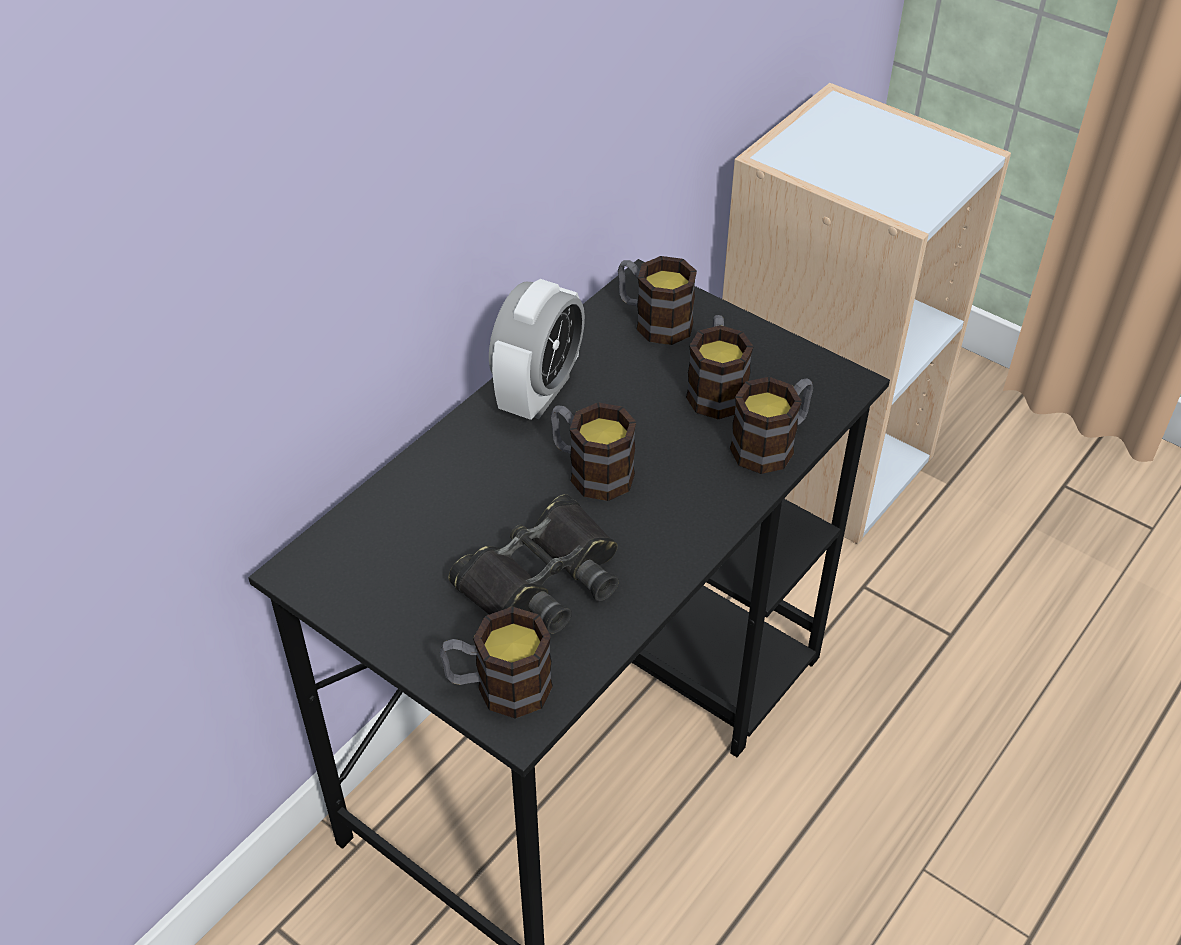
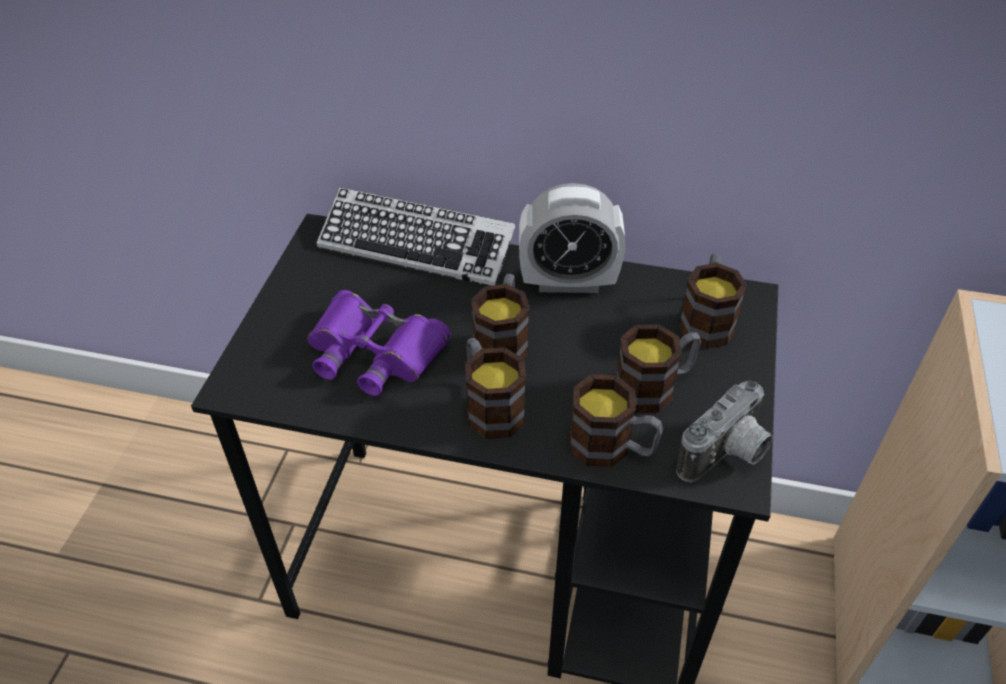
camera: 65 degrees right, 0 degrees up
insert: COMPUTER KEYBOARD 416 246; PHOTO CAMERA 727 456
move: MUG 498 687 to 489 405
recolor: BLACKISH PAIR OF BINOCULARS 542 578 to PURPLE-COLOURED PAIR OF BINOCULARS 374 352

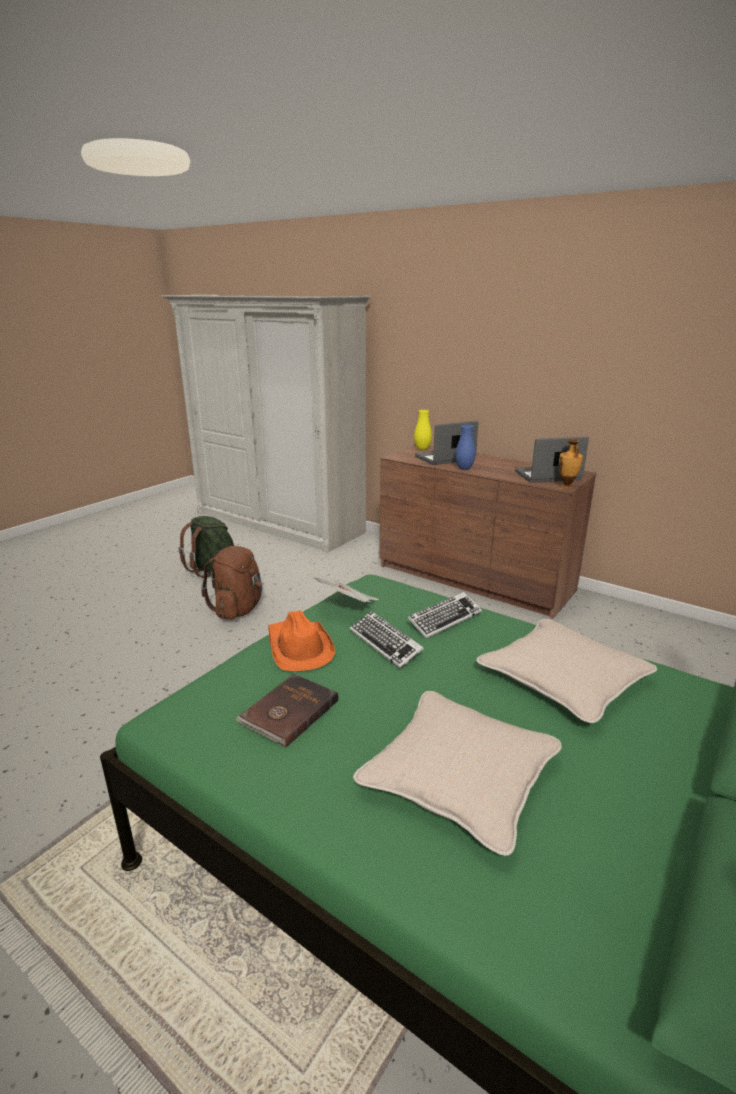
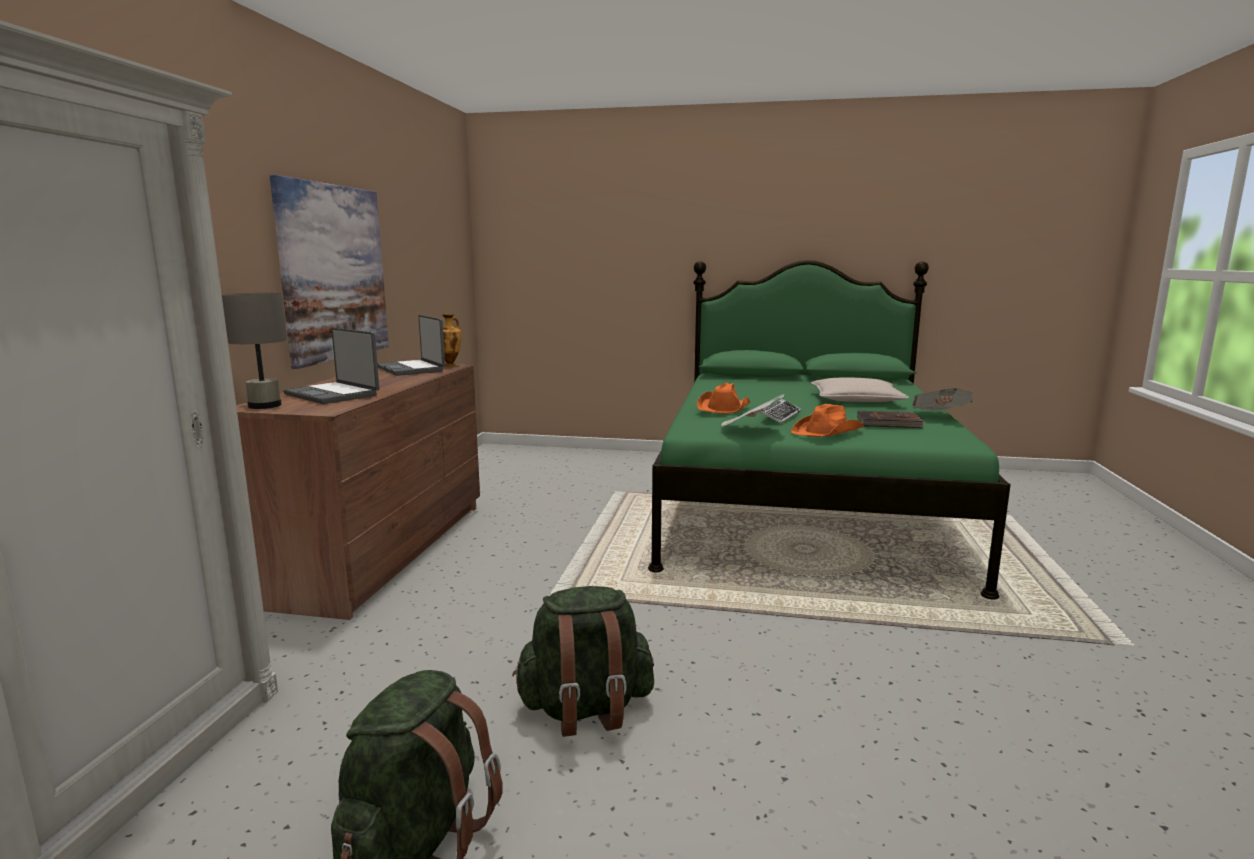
camera: 115 degrees left, 10 degrees down
delete: BLUE DECORATIVE VASE 464 468; BEIGE PILLOW 563 677
insert: PICTURE 334 273; NEWSPAPER 939 416
replace: YELLOWISH DECORATIVE VASE 422 449 to GREY TABLETOP LAMP 265 406; COMPUTER KEYBOARD 444 619 to ORANGEY CLOTHING HAT 723 408
recolor: BROWN KNAPSACK 238 609 to GREENISH KNAPSACK 586 709

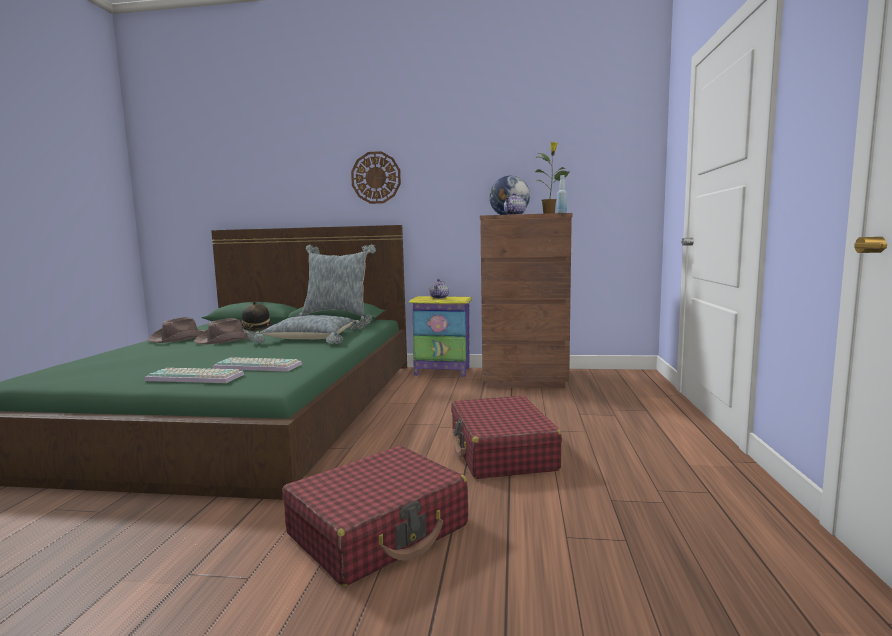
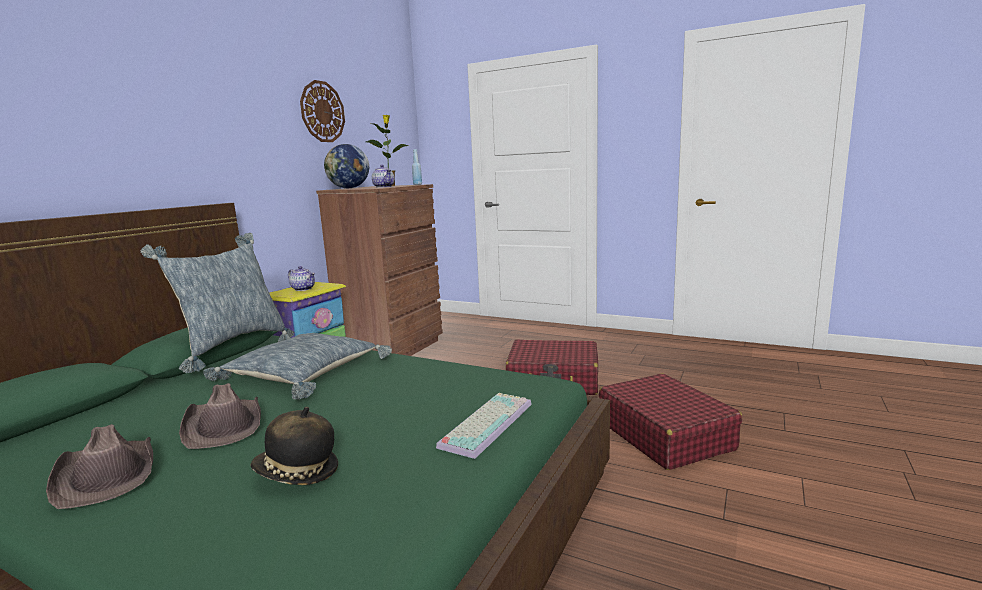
camera: 70 degrees left, 5 degrees up
delete: COMPUTER KEYBOARD 259 366
move: CLOTHING HAT 256 328 to 297 473; WALL CLOCK 376 177 to 322 112

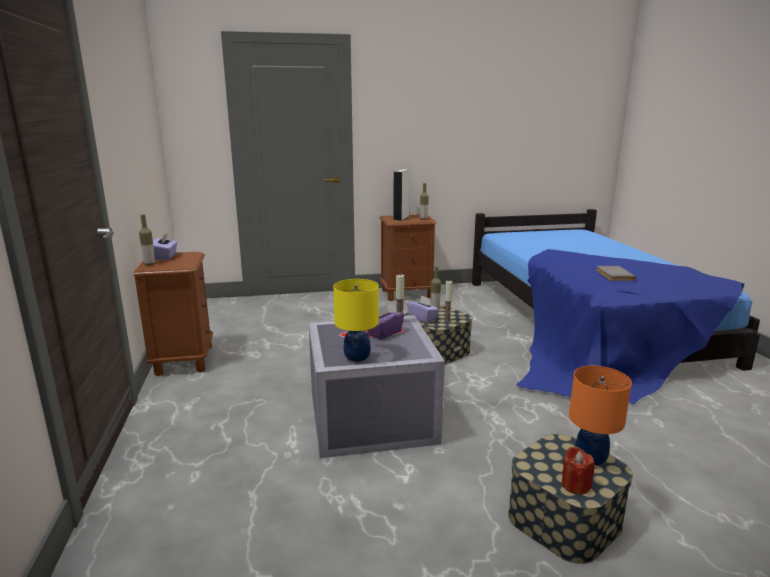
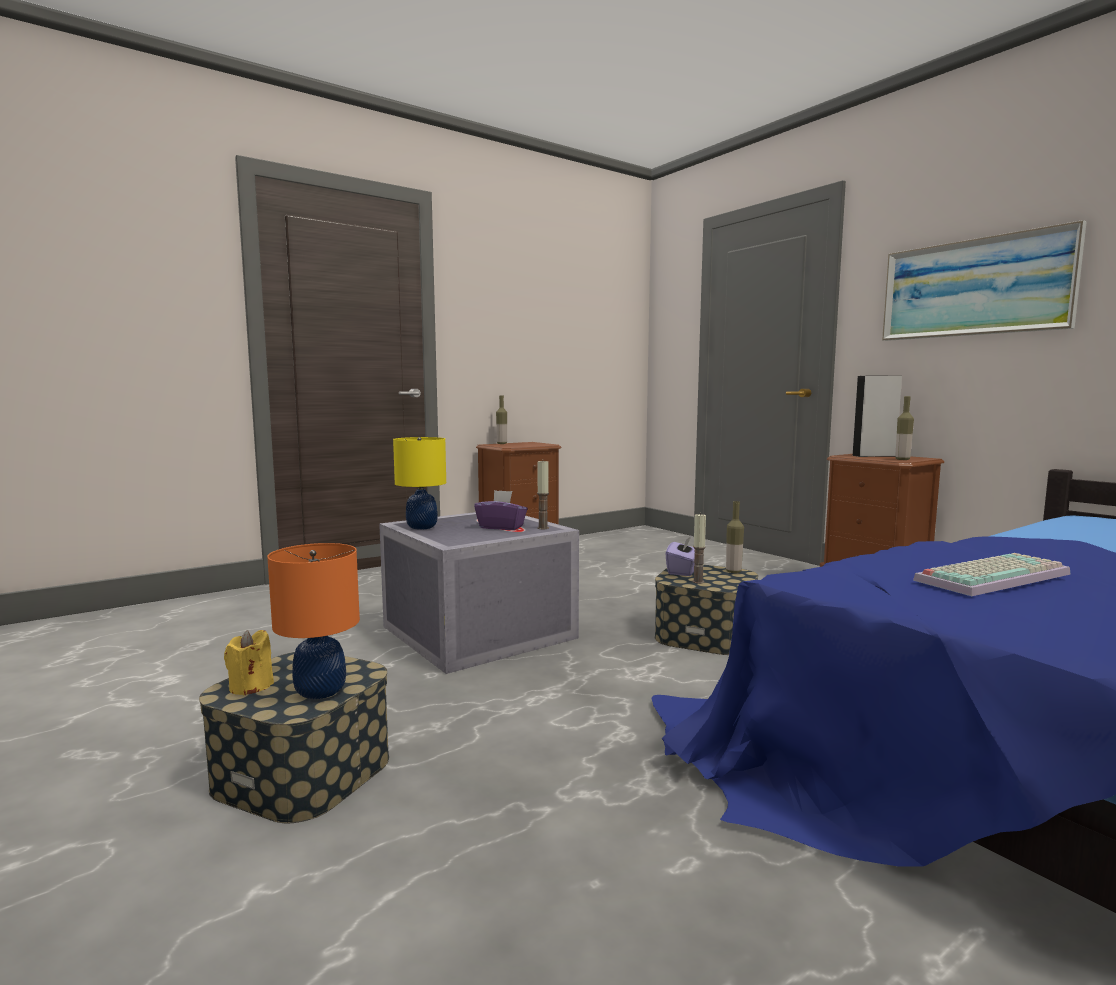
camera: 65 degrees right, 10 degrees down
delete: PURPLE-COLOURED BOX OF TISSUES 165 257
insert: PICTURE 974 288
replace: GREY BOOK 613 275 to COMPUTER KEYBOARD 991 576
recolor: RED-COLOURED WAX LIGHT 575 485 to YELLOWISH WAX LIGHT 251 686

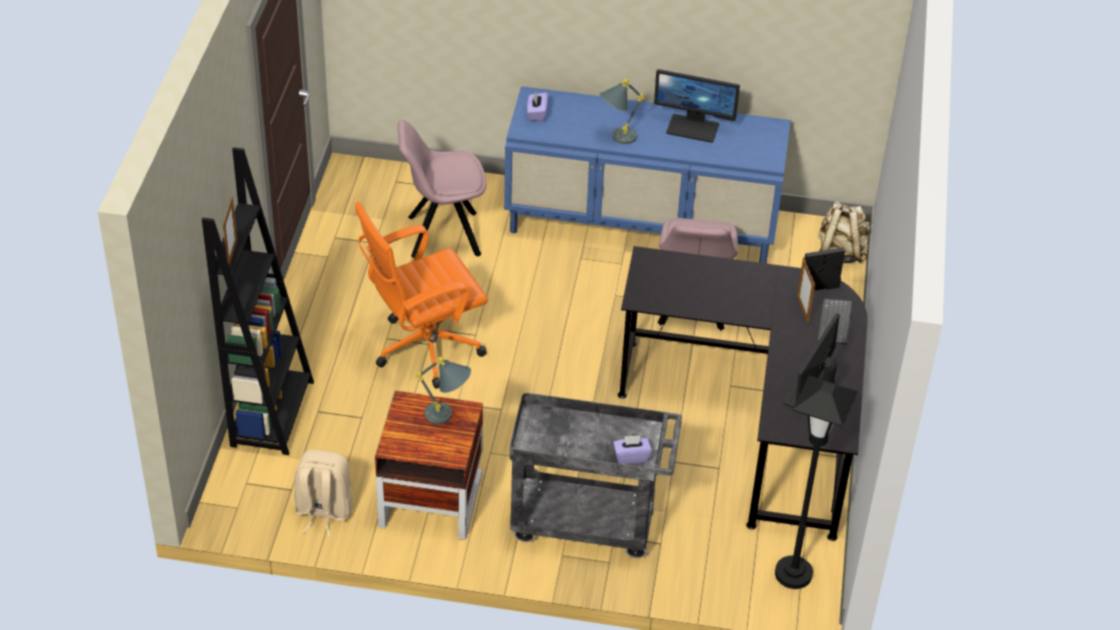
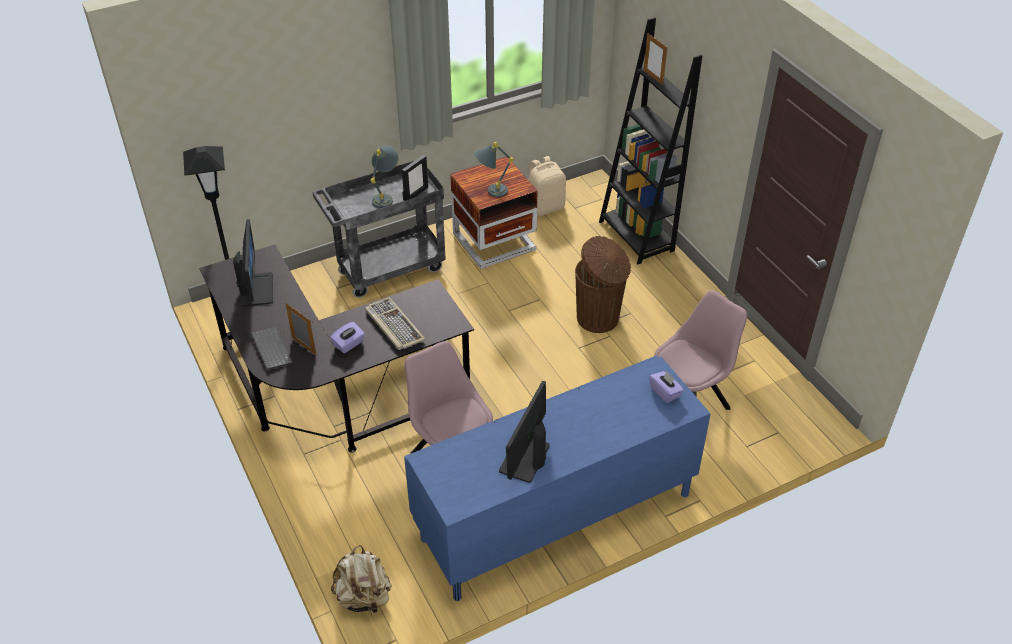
camera: 145 degrees right, 0 degrees up
insert: COMPUTER KEYBOARD 393 325
move: PURPLE-COLOURED BOX OF TISSUES 631 457 to 349 344; GREY TABLETOP LAMP 616 139 to 386 197; PHOTO FRAME 819 288 to 415 193
replace: ORANGEY DESK CHAIR 423 350 to BROWN WASTE BIN 599 318
rotate: COMPUTER DISPLAY 693 128 = 525 459 45 degrees counterclockwise

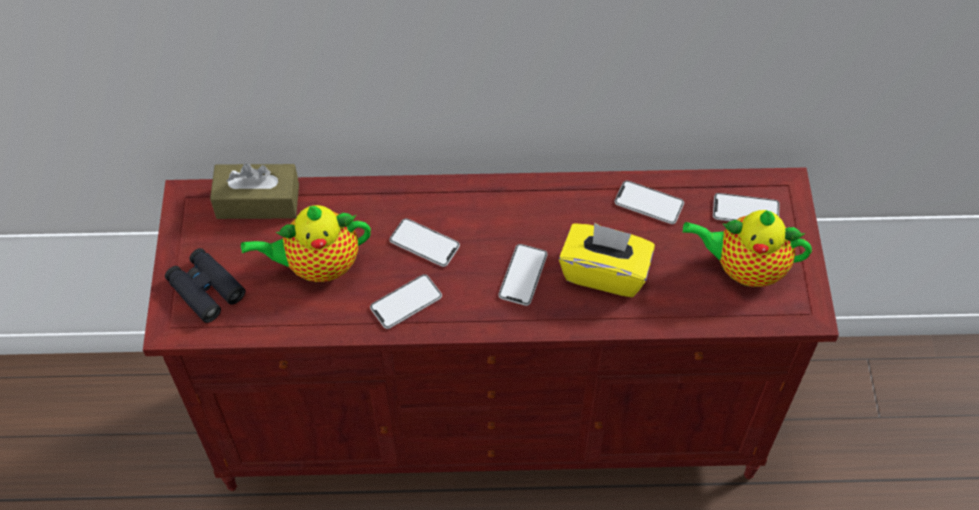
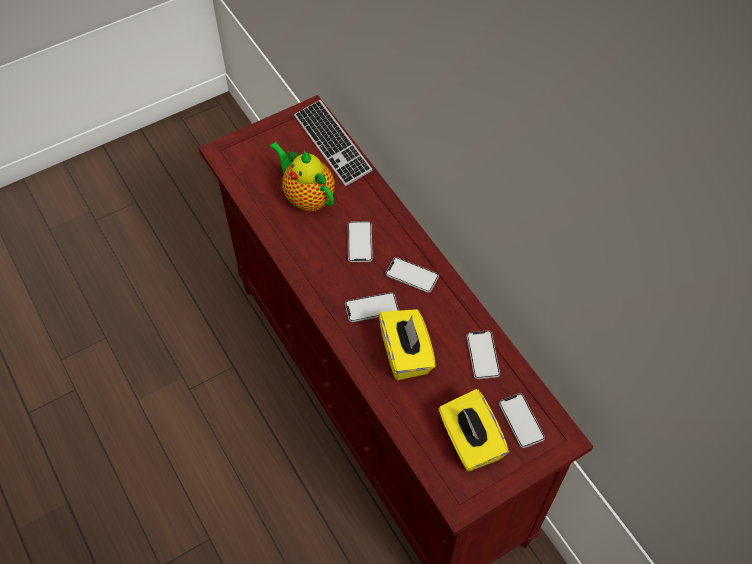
camera: 60 degrees right, 0 degrees up
delete: BLACKISH PAIR OF BINOCULARS 206 289
move: PHONE 406 302 to 412 275
replace: BROWN BOX OF TISSUES 258 201 to COMPUTER KEYBOARD 332 144; TEA POT 744 268 to YELLOWISH BOX OF TISSUES 469 441

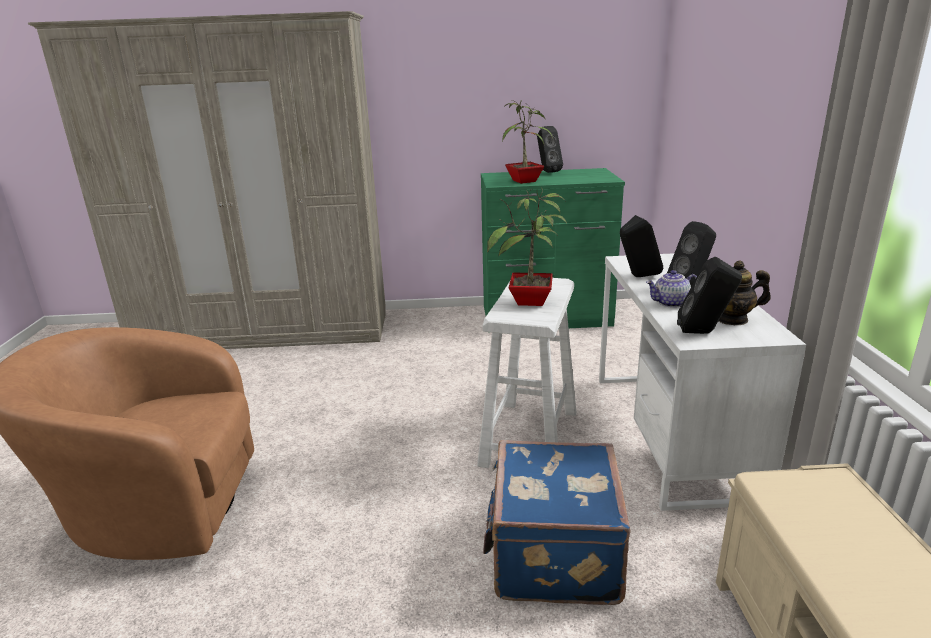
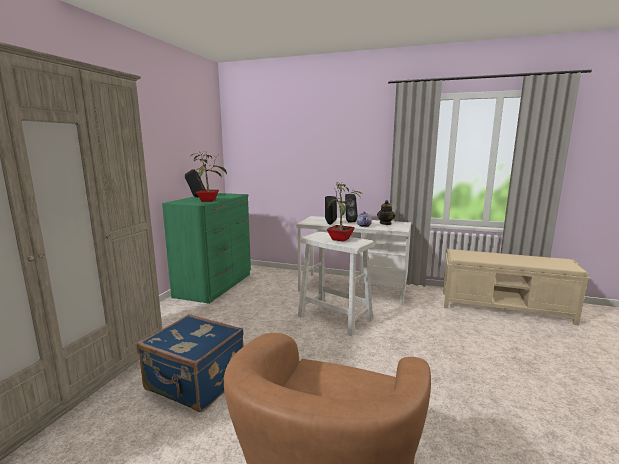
camera: 70 degrees left, 10 degrees down
delete: BLACKISH SPEAKER 704 333
move: BLUE SUITCASE 552 554 to 195 383

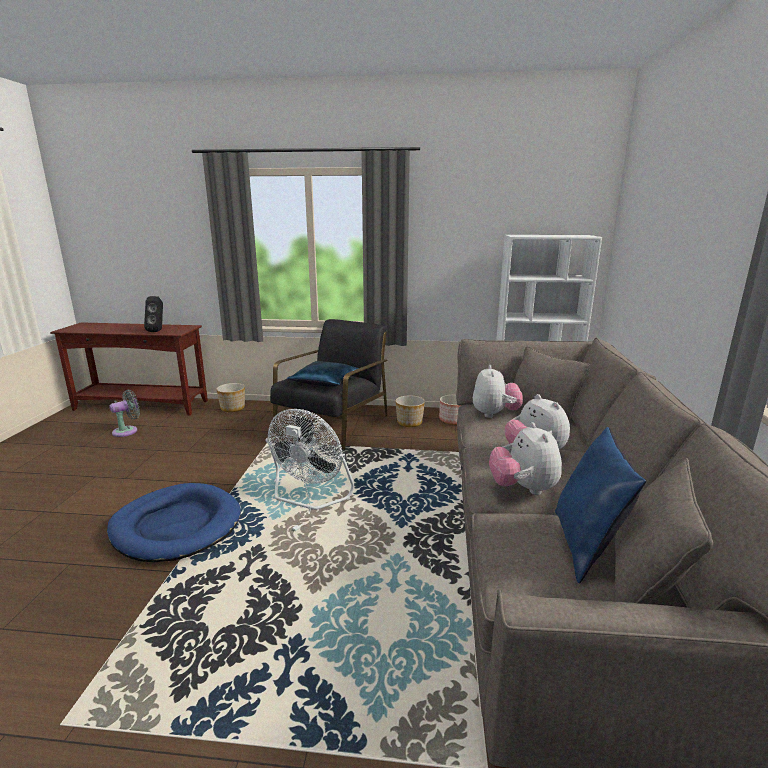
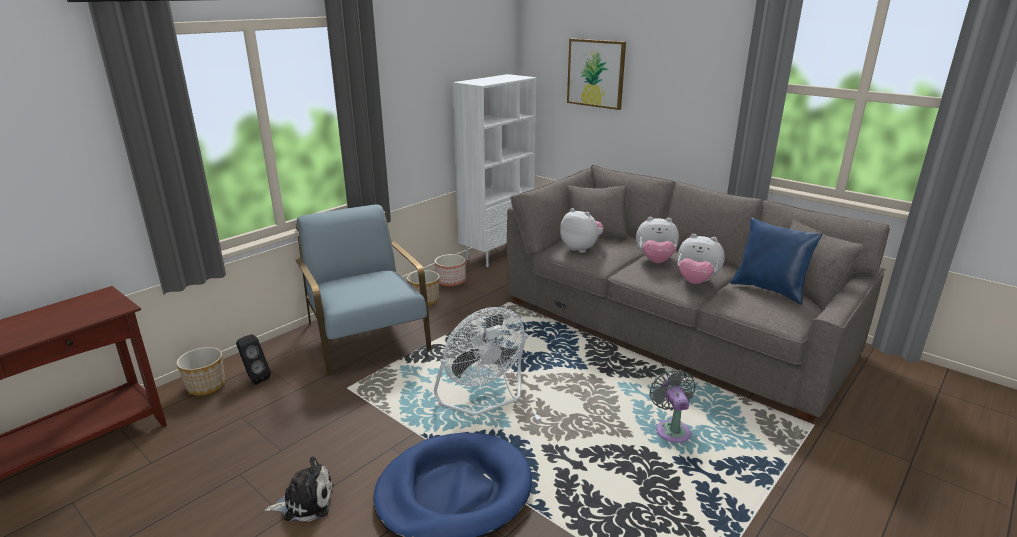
camera: 55 degrees left, 5 degrees up
delete: BLUE PILLOW 325 381
insert: SOFT TOY 305 502; PICTURE 596 73
move: BLACKISH SPEAKER 158 331 to 254 378; GREY FAN 128 431 to 671 429
recolor: BLACKISH ARMCHAIR 333 425 to BLUE ARMCHAIR 367 337

